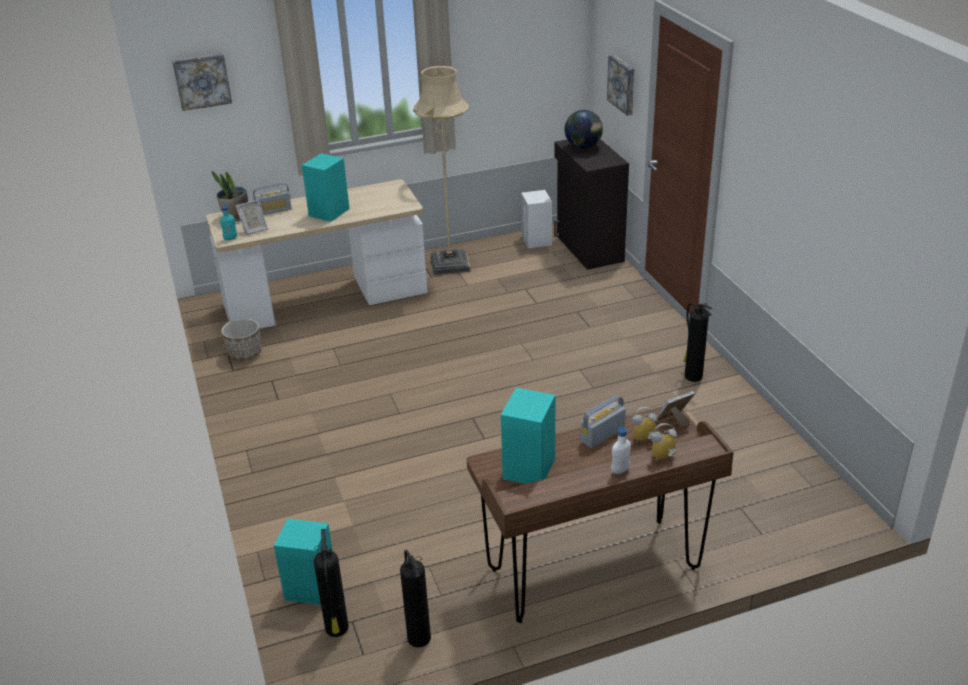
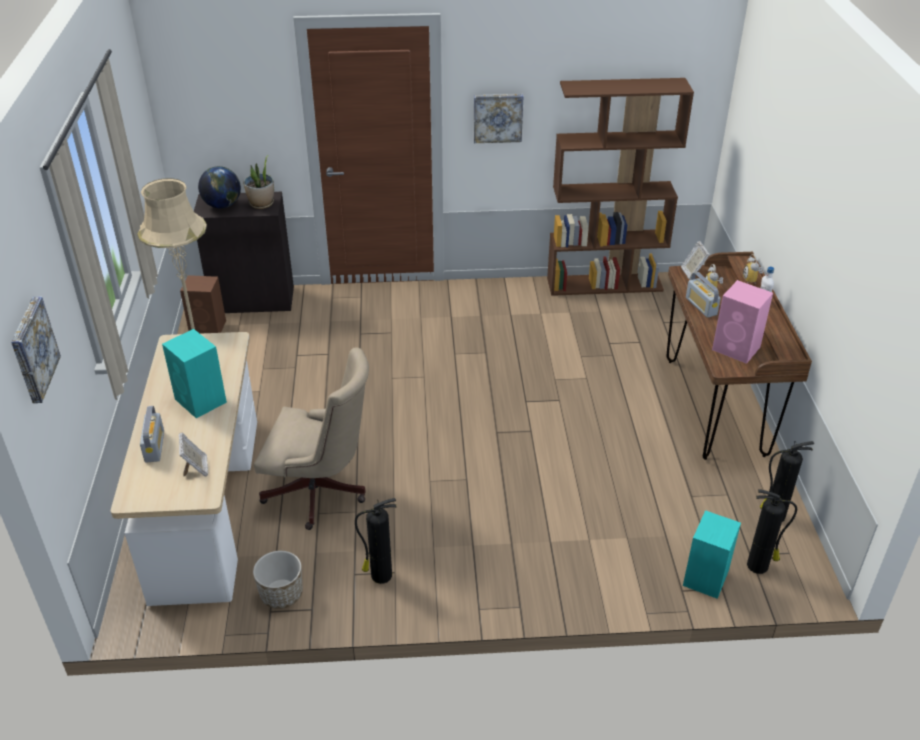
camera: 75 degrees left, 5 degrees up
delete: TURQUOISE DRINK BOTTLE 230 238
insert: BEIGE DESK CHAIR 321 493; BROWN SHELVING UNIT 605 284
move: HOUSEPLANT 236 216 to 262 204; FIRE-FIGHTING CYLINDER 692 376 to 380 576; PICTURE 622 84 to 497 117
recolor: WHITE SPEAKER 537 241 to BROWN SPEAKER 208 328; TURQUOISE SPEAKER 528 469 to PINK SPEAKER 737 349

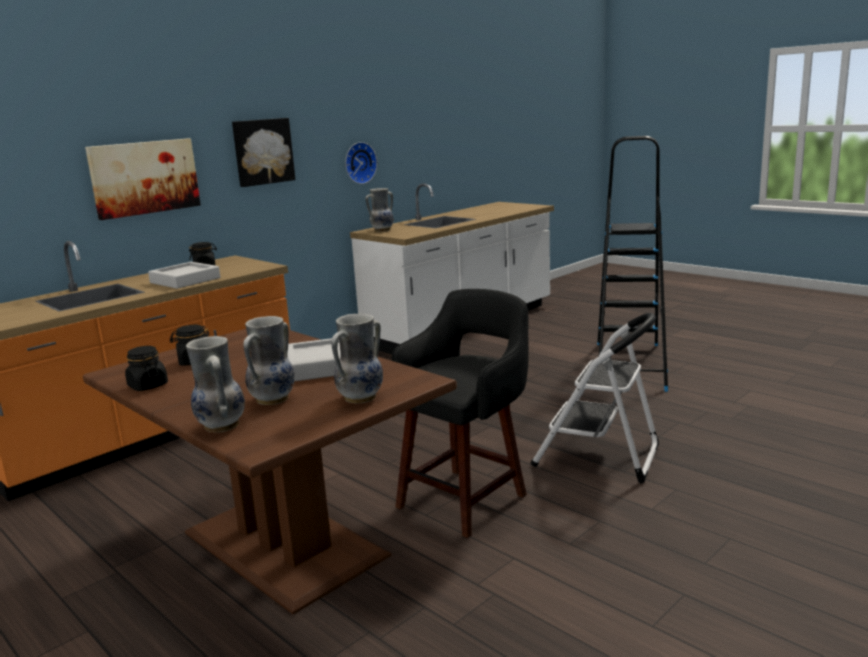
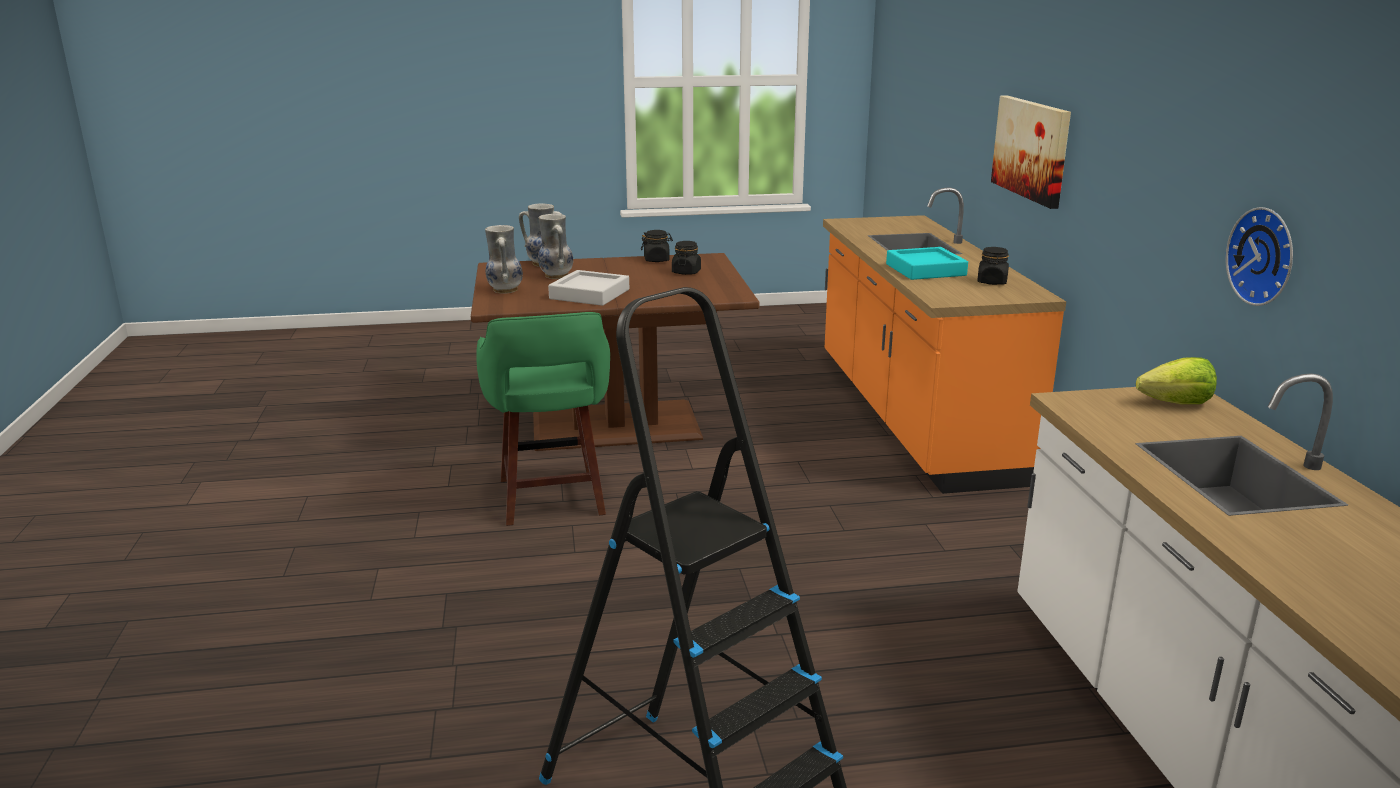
camera: 125 degrees right, 5 degrees up
delete: PICTURE 262 151; STEPLADDER 600 456
replace: DECORATIVE VASE 382 230 to LETTUCE 1176 403
recolor: BLACKISH SITTING STOOL 465 499 to GREENISH SITTING STOOL 551 500; GREY CARRYING TRAY 185 280 to TURQUOISE CARRYING TRAY 925 270

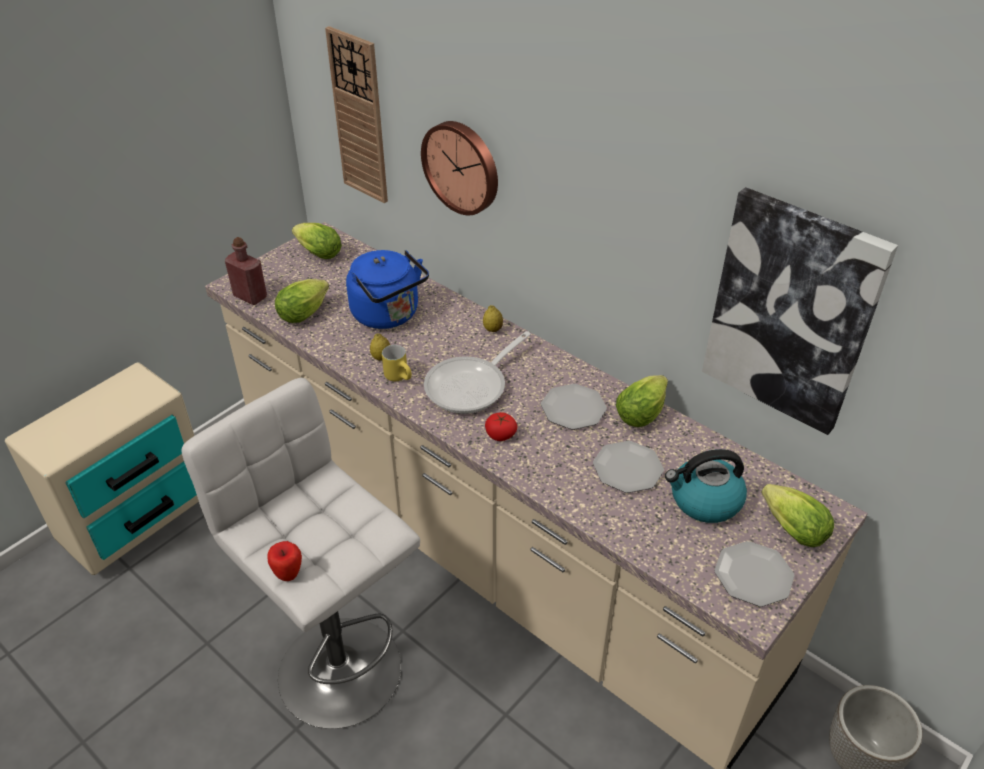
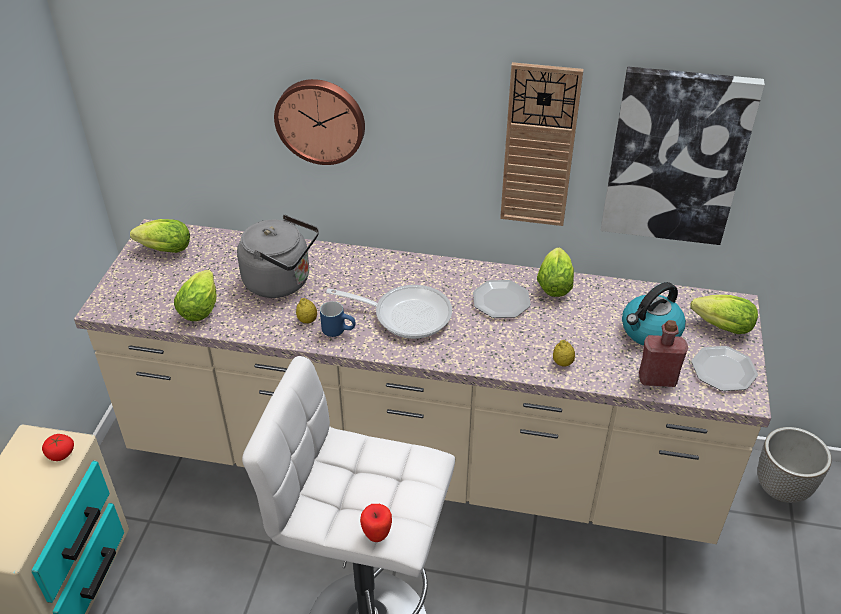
camera: 30 degrees left, 0 degrees up
delete: PLATE 627 469
move: WHOLE TOMATO 500 434 to 60 454; WALL CLOCK 359 117 to 539 147; LEMON 492 329 to 562 363; RED-COLOURED DRINK BOTTLE 250 296 to 657 379
recolor: BLUE WATER KETTLE 388 315 to GREY WATER KETTLE 282 282; YELLOWISH MUG 400 377 to BLUE MUG 339 330
rotate: FRYING PAN 471 386 = 406 315 90 degrees counterclockwise

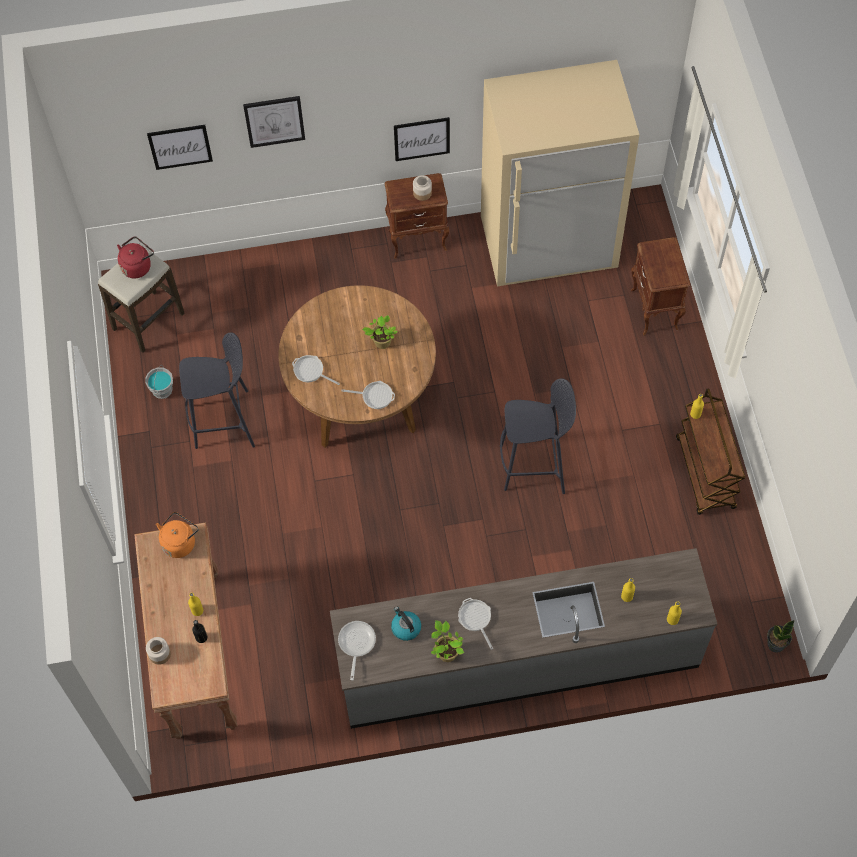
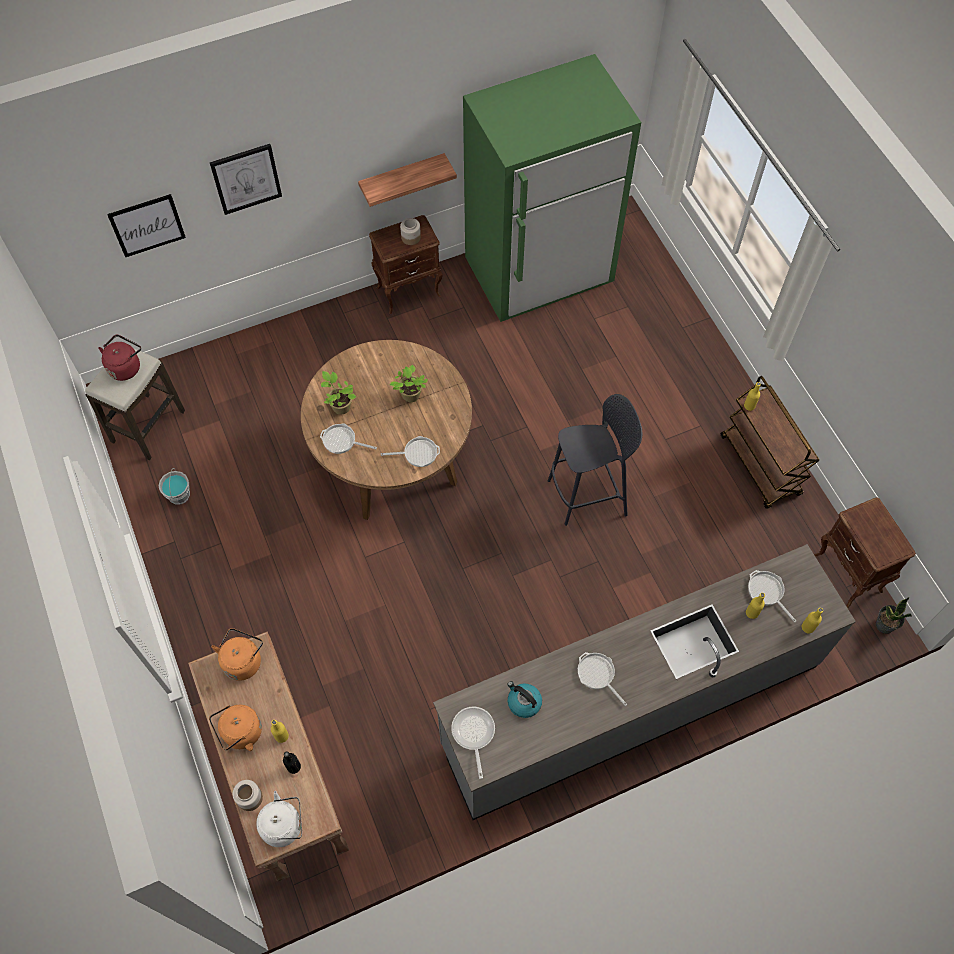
camera: 15 degrees left, 0 degrees up
delete: GREY SITTING STOOL 224 422
insert: ORANGEY WATER KETTLE 240 733; WHITE WATER KETTLE 284 826; FRYING PAN 767 592
move: HOUSEPLANT 446 652 to 340 406; BROWN NIGHT TABLE 654 310 to 848 573
replace: PICTURE 421 138 to SHELF 402 178
recolor: BEIGE KITCHEN FRIDGE 549 242 to GREENISH KITCHEN FRIDGE 540 269

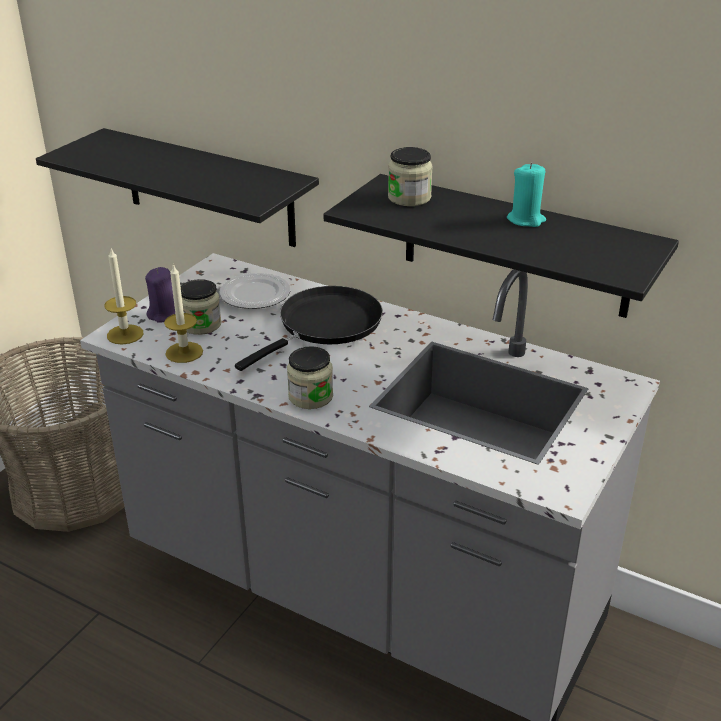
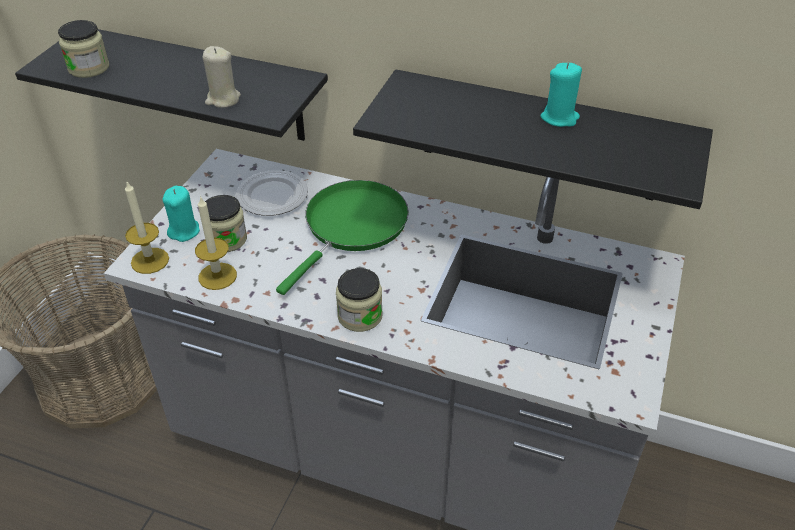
camera: 10 degrees left, 10 degrees up
insert: BEIGE WAX LIGHT 223 99
move: PRESERVE JAR 409 197 to 89 68
recolor: PURPLE-COLOURED WAX LIGHT 163 315 to TURQUOISE WAX LIGHT 184 231; BLACKISH FRYING PAN 325 325 to GREENISH FRYING PAN 352 226

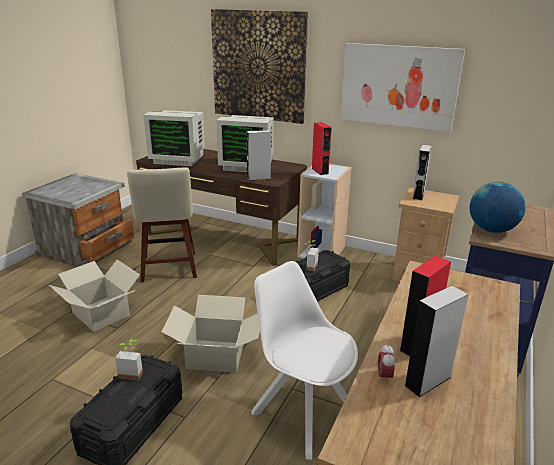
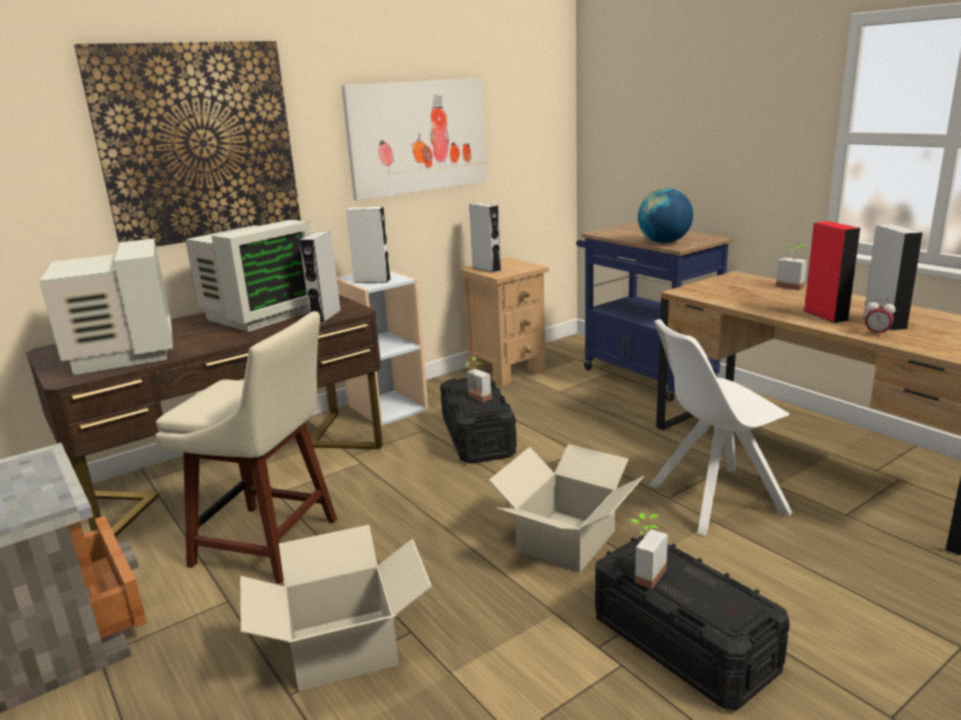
camera: 60 degrees left, 5 degrees down
insert: HOUSEPLANT 792 286
recolor: RED-COLOURED SPEAKER 320 171 to WHITE SPEAKER 372 281
rotate: COMPUTER DISPLAY 179 159 = 122 354 60 degrees counterclockwise

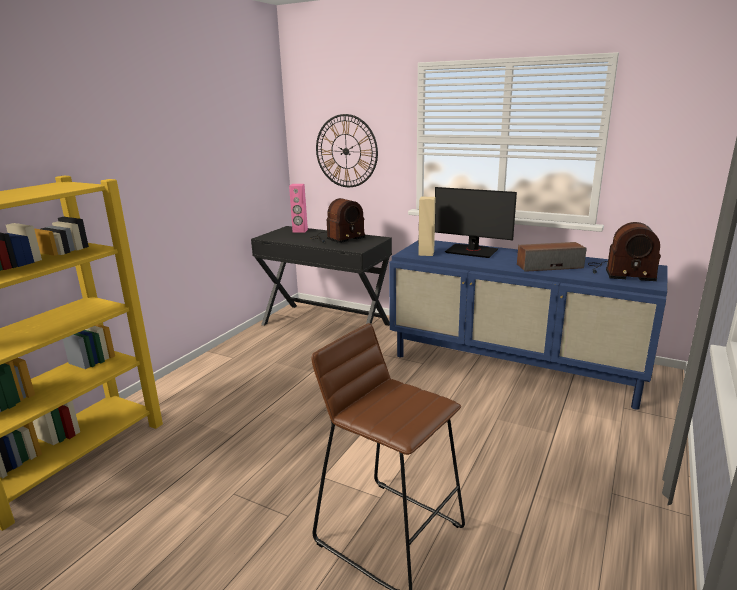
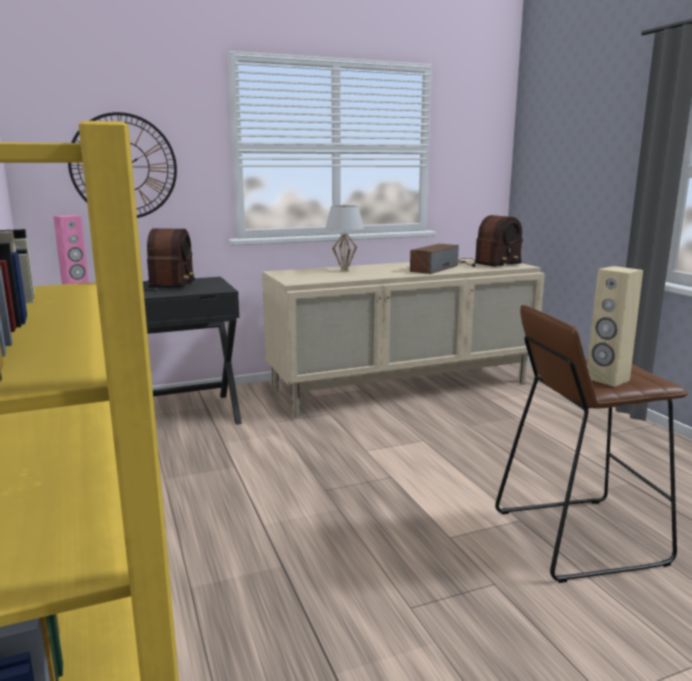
camera: 50 degrees left, 5 degrees down
move: BEIGE SPEAKER 426 253 to 607 379
replace: COMPUTER DISPLAY 472 251 to WHITE TABLETOP LAMP 344 270
recolor: BLUE CUPBOARD 513 366 to BEIGE CUPBOARD 403 387

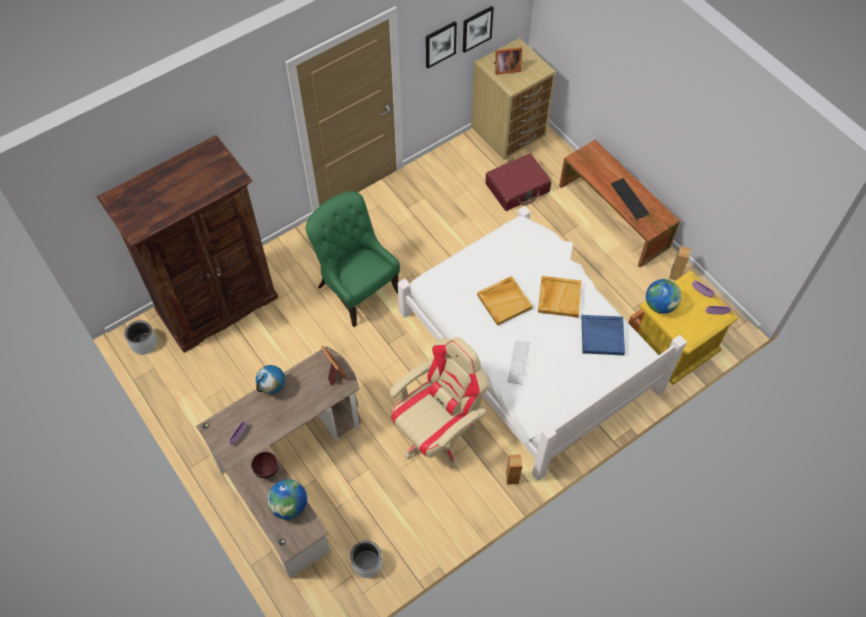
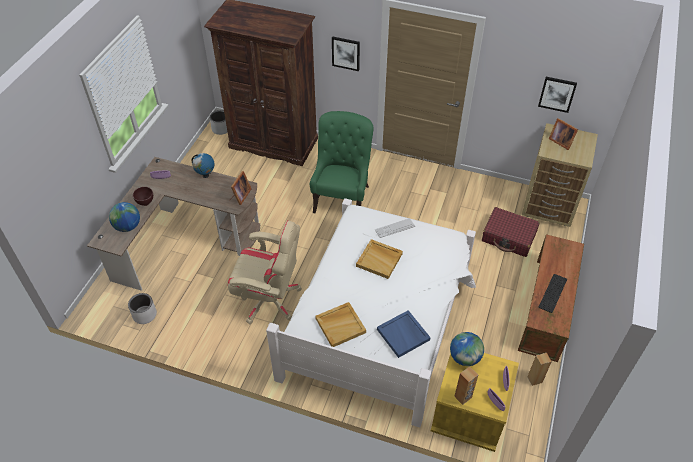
camera: 55 degrees right, 10 degrees down
move: BEIGE CARRYING TRAY 559 297 to 340 325; PICTURE 440 44 to 346 53; COMPUTER KEYBOARD 518 362 to 395 228; BROWN SPEAKER 512 478 to 463 397

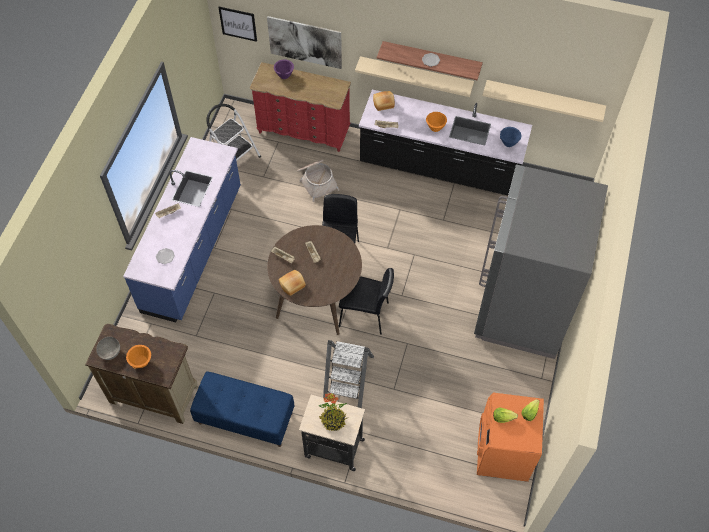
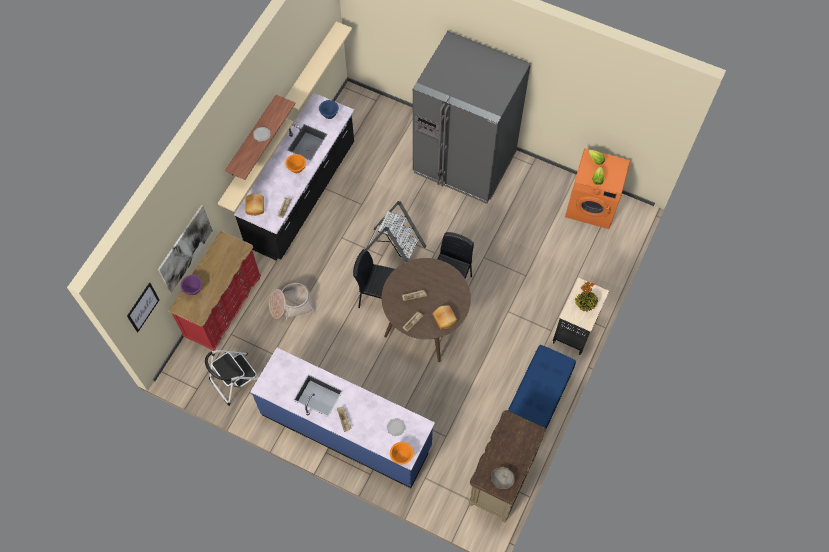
camera: 80 degrees left, 5 degrees up
move: GREY STEPLADDER 348 380 to 393 249; ORANGEY BOWL 141 362 to 401 456

